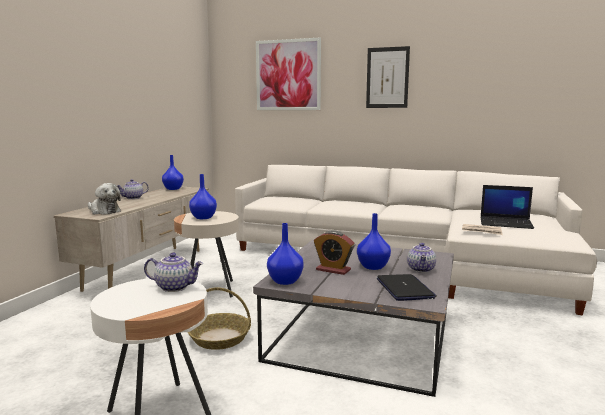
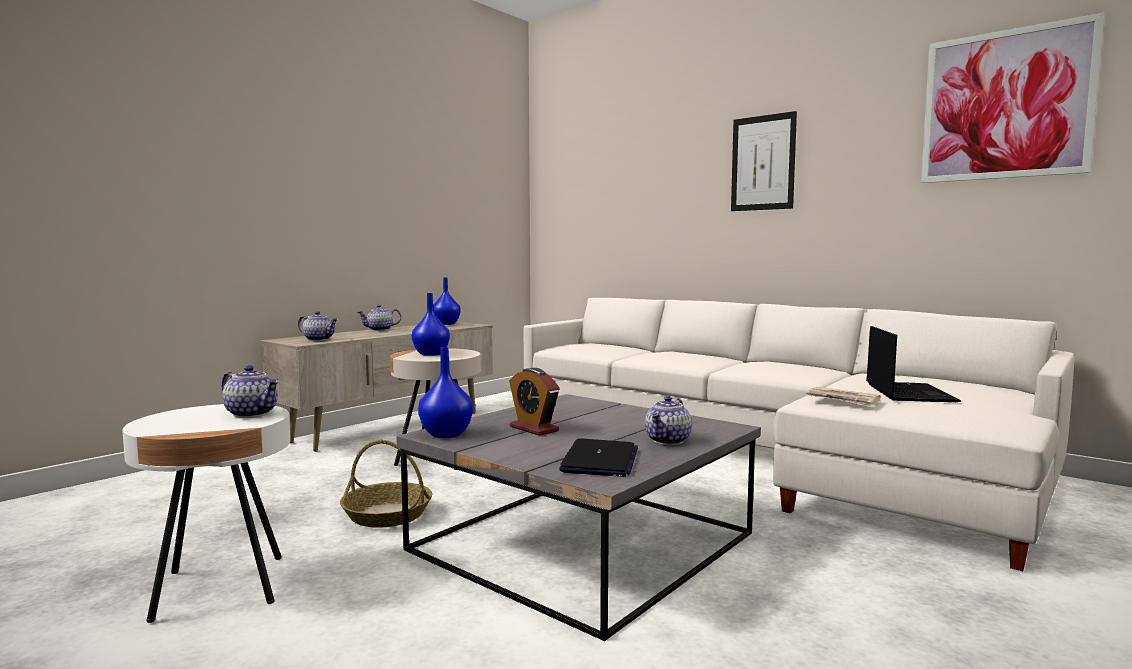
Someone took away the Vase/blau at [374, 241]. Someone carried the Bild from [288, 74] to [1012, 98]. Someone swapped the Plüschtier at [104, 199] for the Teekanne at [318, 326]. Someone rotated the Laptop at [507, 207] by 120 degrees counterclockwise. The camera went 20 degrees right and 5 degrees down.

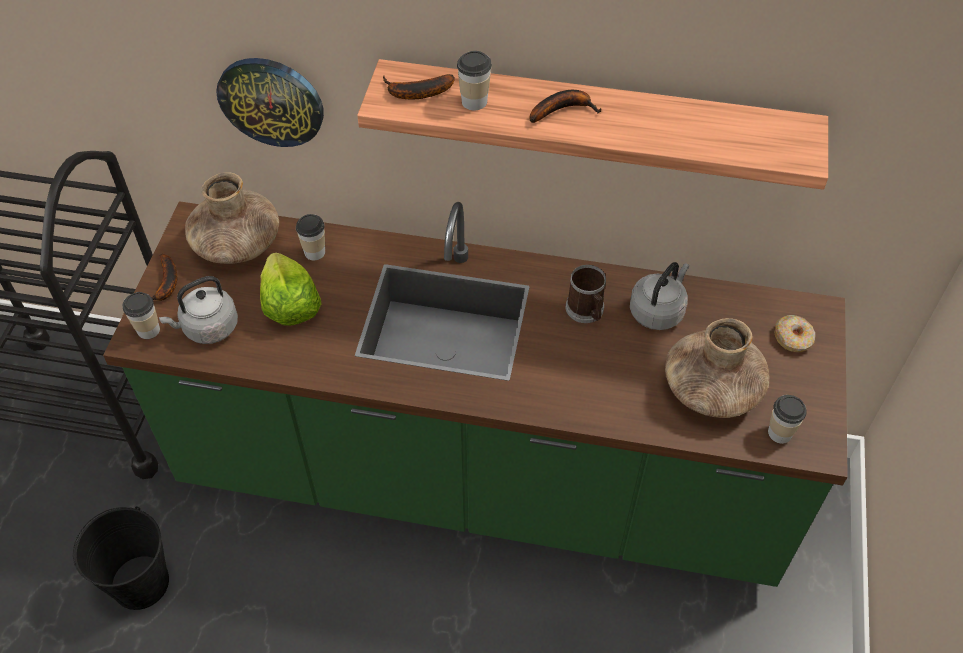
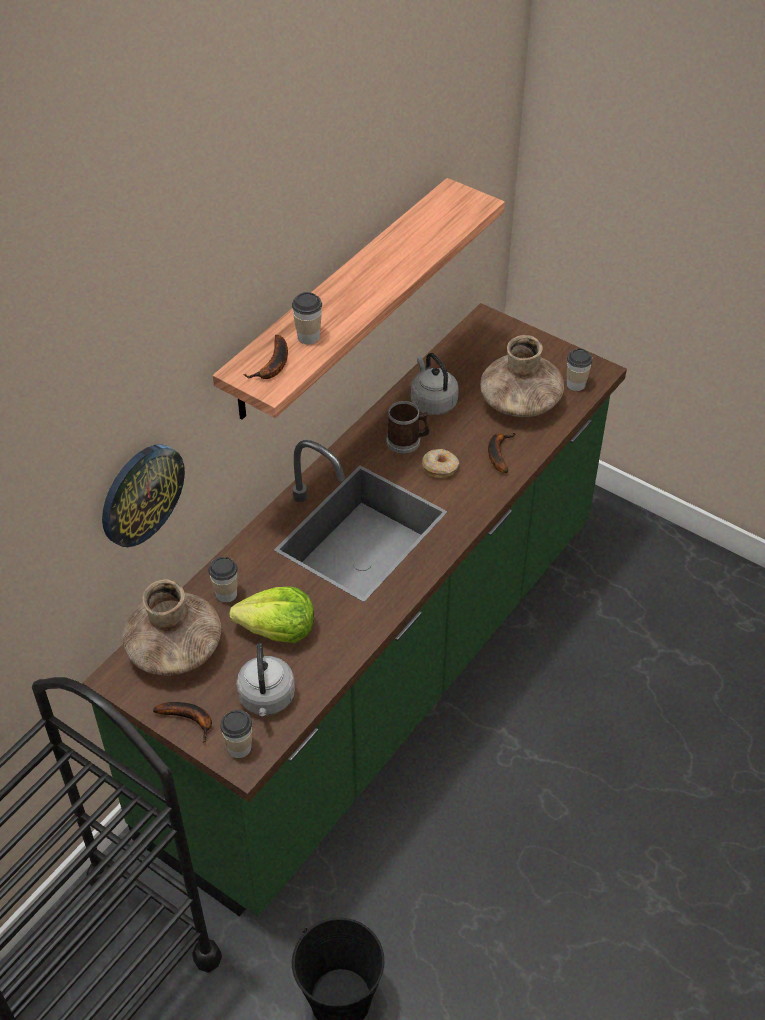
Someone carried the Banane from [565, 106] to [501, 453]. Someone carried the Donut from [794, 333] to [440, 463]. The camera went 65 degrees left and 5 degrees down.

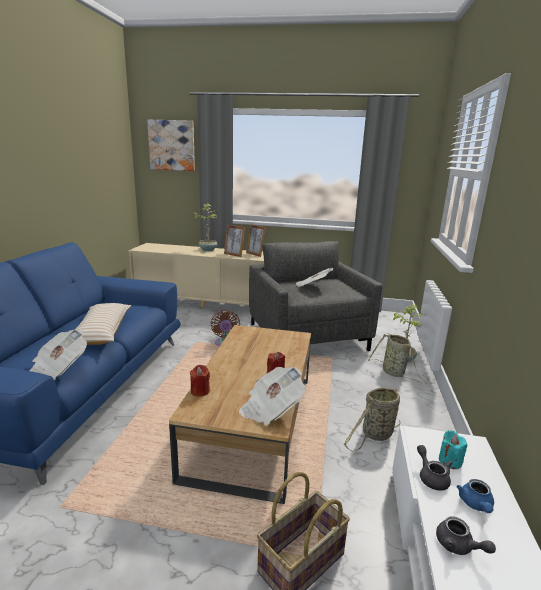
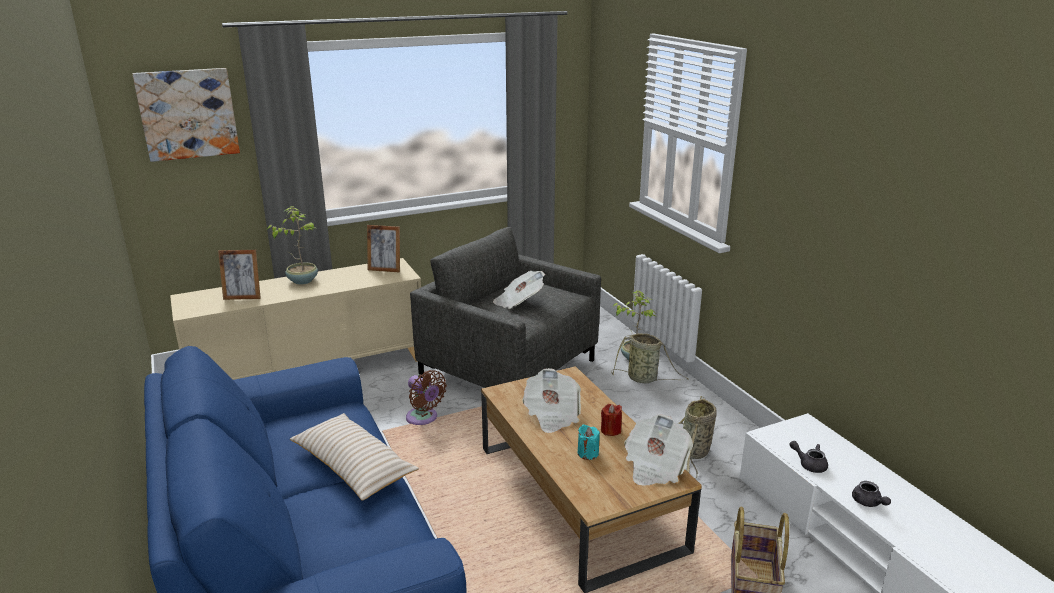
Someone took away the Kerze/rot at [200, 381]. Someone took away the Teekanne/blau at [475, 496]. Someone carried the Zeitung from [58, 354] to [551, 400]. Someone carried the Bilderrahmen from [234, 241] to [239, 275]. Someone carried the Kerze/türkis from [453, 449] to [589, 442]. Someone rotated the Teekanne/grau at [466, 536] by 60 degrees clockwise. The camera went 35 degrees left and 5 degrees up.

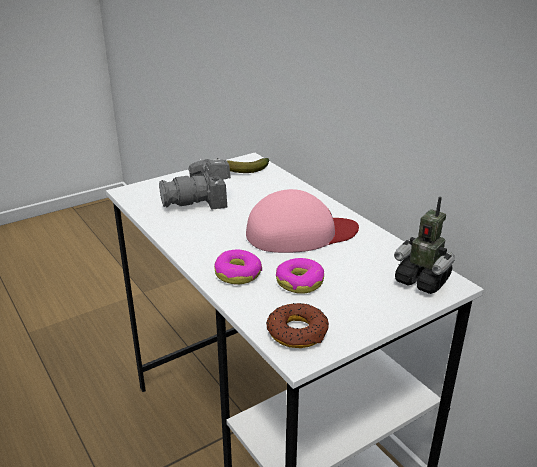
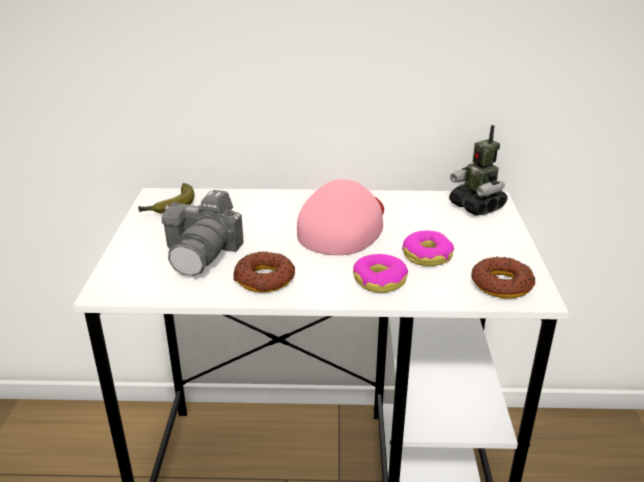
Someone put down the Donut at [264, 272]. Someone rotated the Spielzeugroboter at [424, 245] by 75 degrees clockwise. The camera went 55 degrees left and 0 degrees up.

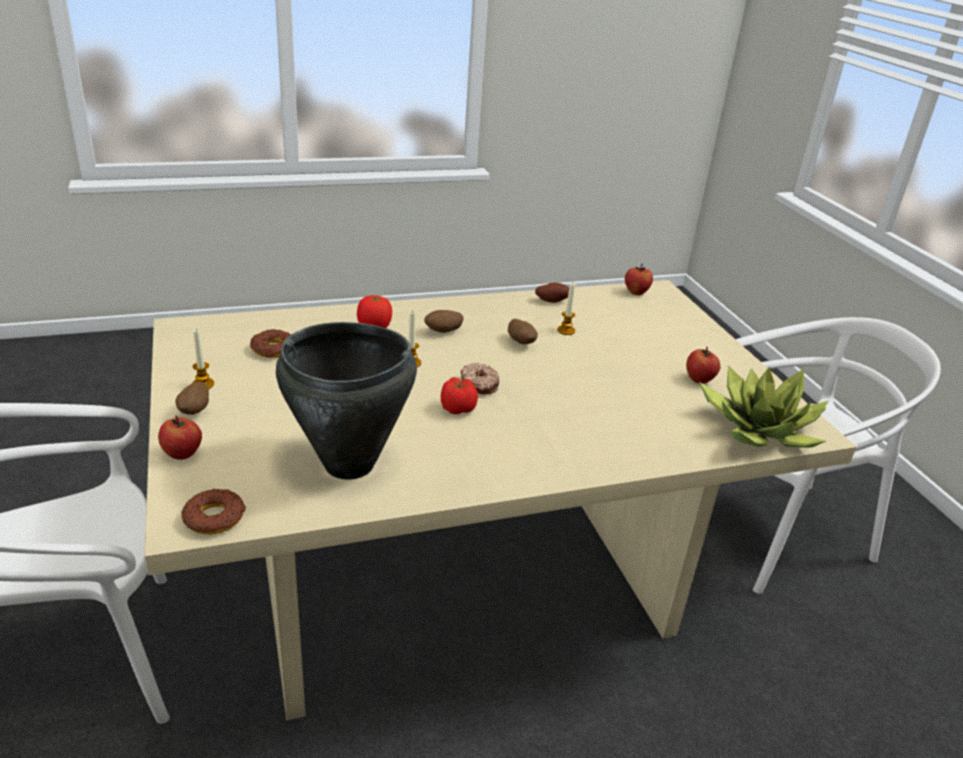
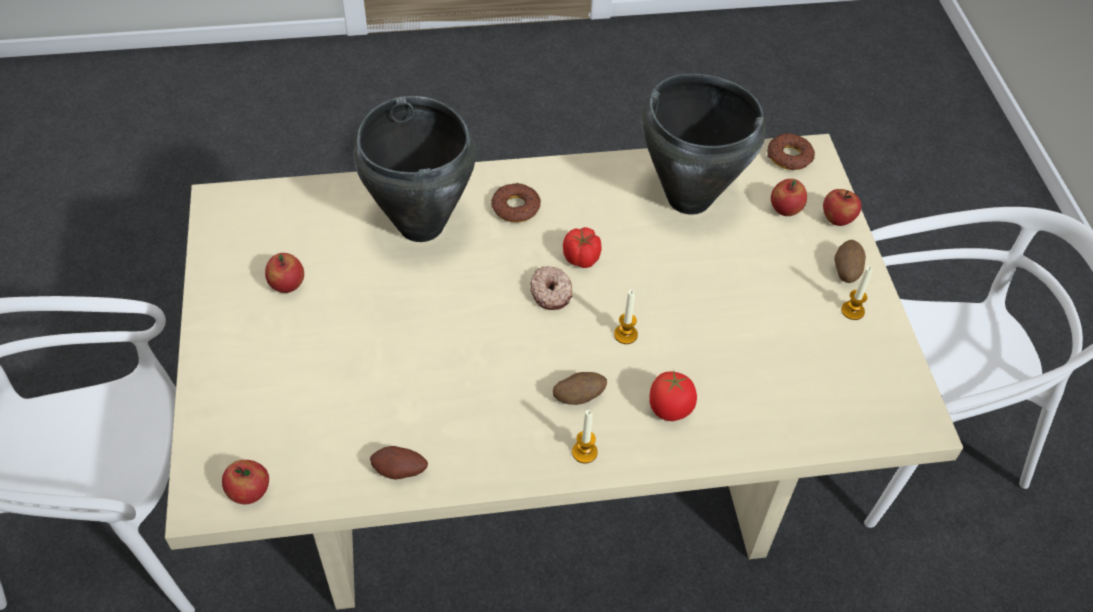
Someone took away the Kartoffel at [523, 331]. Someone took away the Topfpflanze at [764, 406]. Someone put down the Kochtopf/schwarz at [414, 169]. Someone put down the Apfel at [789, 197]. Someone carried the Donut from [270, 343] to [516, 202]. Someone carried the Kerze from [566, 309] to [585, 436]. The camera went 170 degrees left and 20 degrees up.

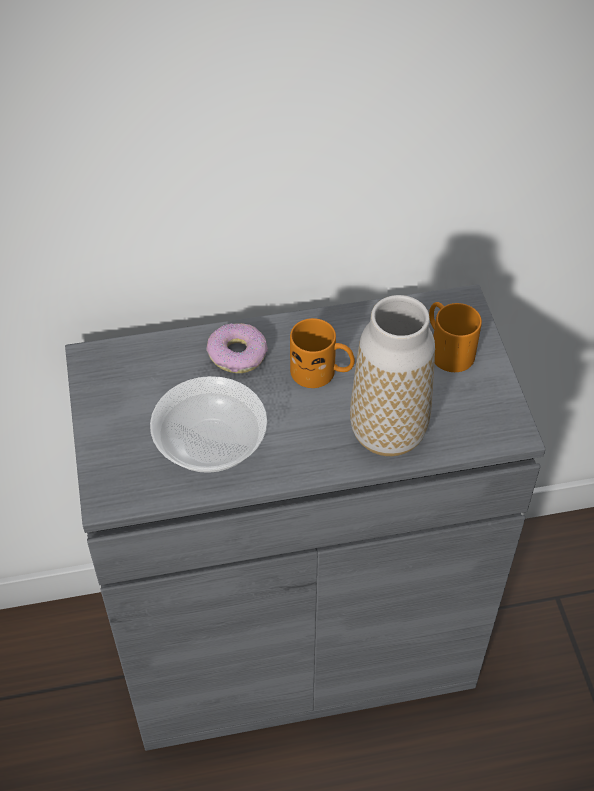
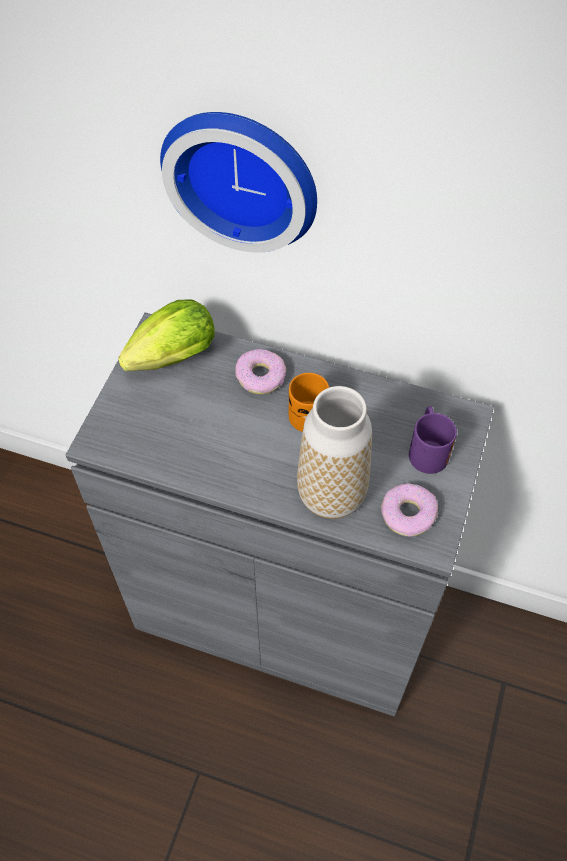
Someone took away the Schüssel at [208, 424]. Someone put down the Salatkopf at [166, 335]. Someone put up the Wanduhr at [238, 182]. Someone put down the Donut at [409, 510]. Someone repainted the Henkelbecher/orange at [455, 337], which became the Henkelbecher/lila at [433, 440]. The camera went 30 degrees right and 5 degrees up.

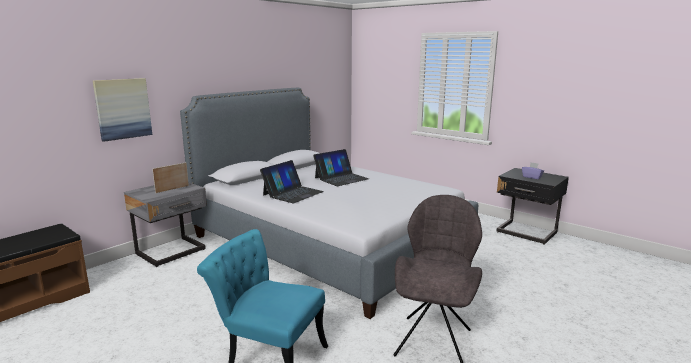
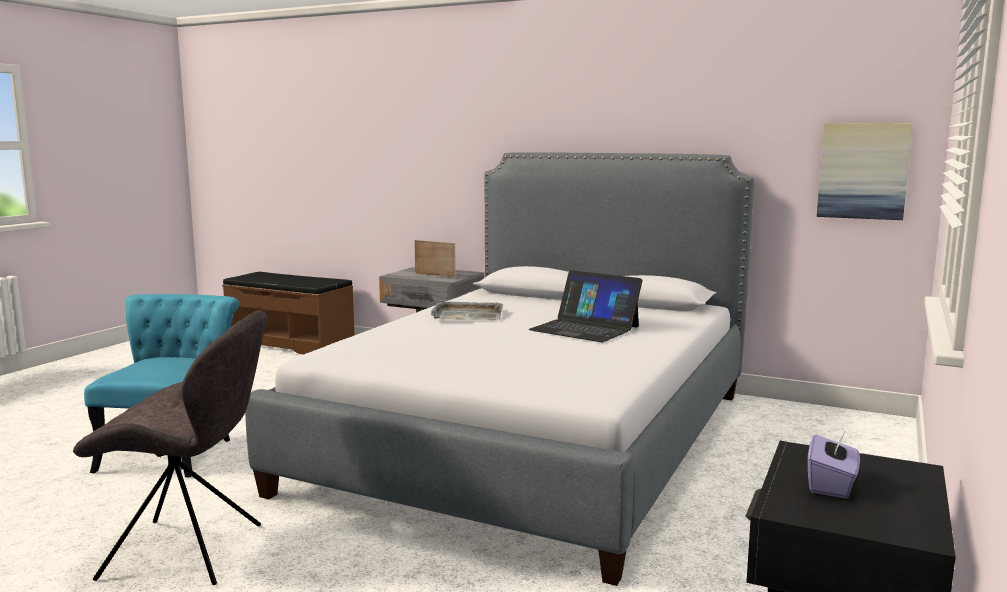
Someone carried the Bild from [122, 110] to [865, 171]. Someone swapped the Laptop at [292, 181] for the Tablett/grau at [467, 310]. The camera went 75 degrees right and 5 degrees down.

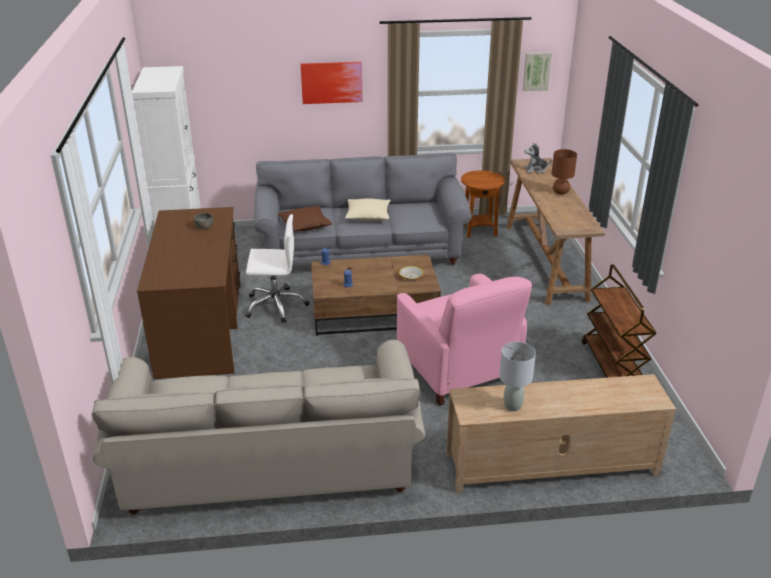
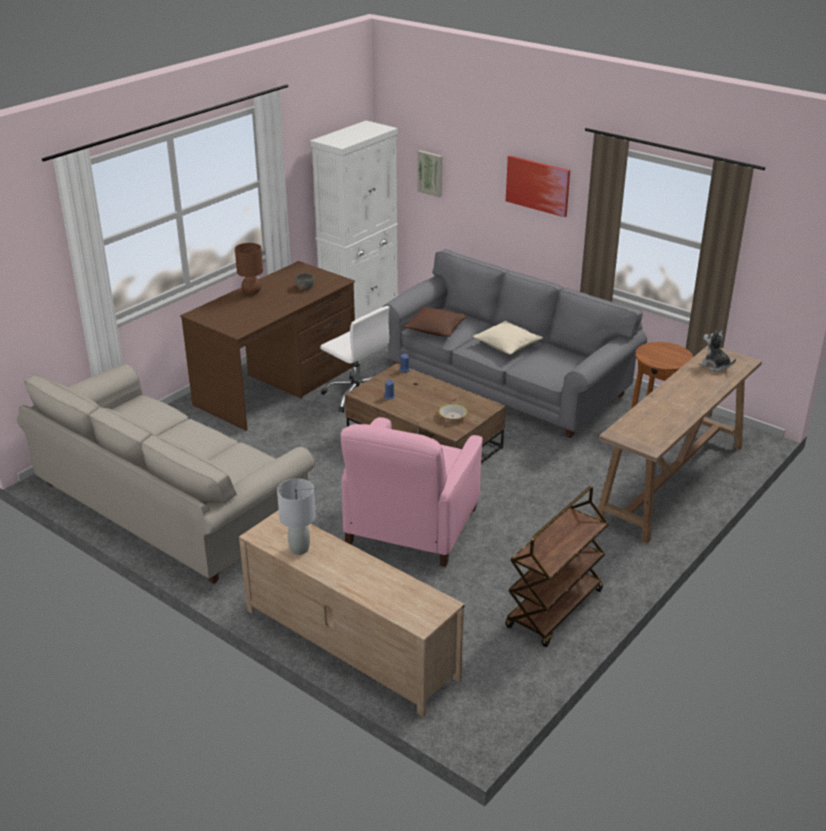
Someone carried the Bild from [537, 71] to [430, 174]. Someone carried the Tischlampe/braun from [564, 172] to [249, 269]. The camera went 45 degrees right and 0 degrees up.

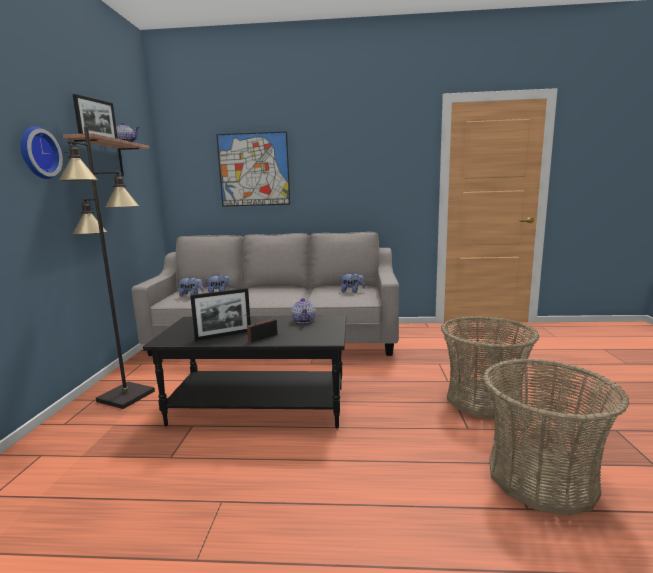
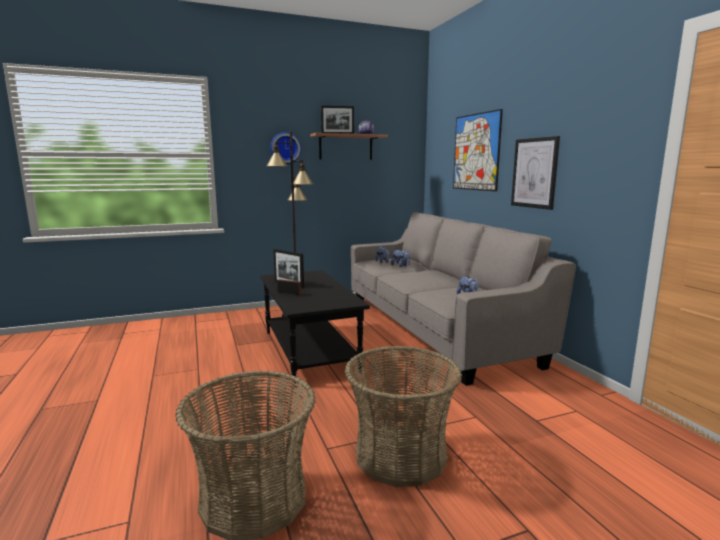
Someone took away the Teekanne at [303, 310]. Someone put up the Bild at [535, 173]. The camera went 65 degrees right and 0 degrees up.

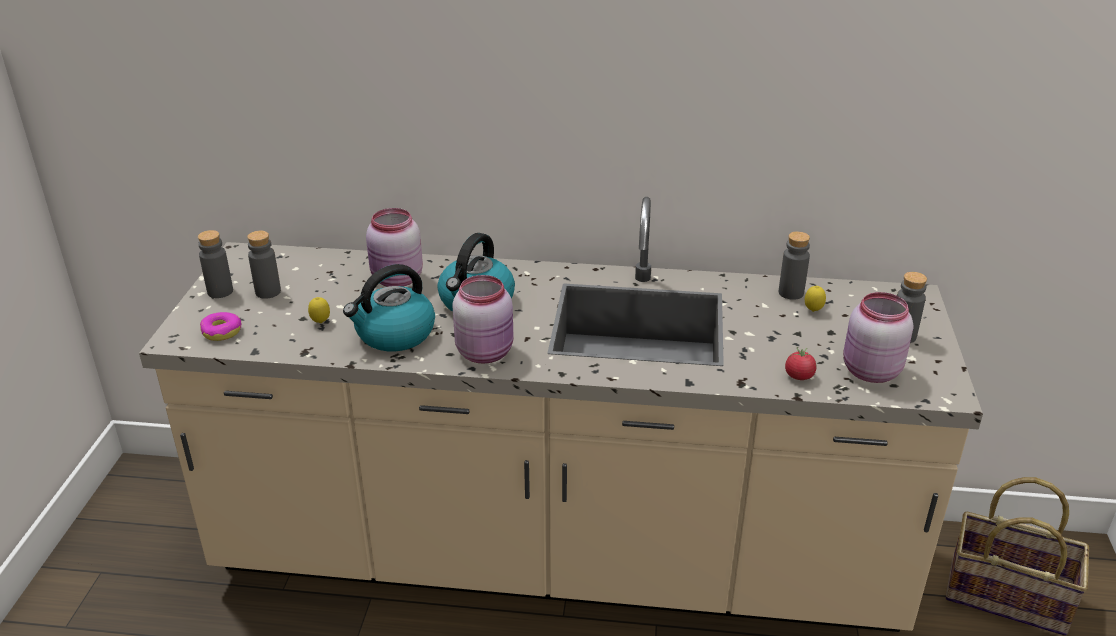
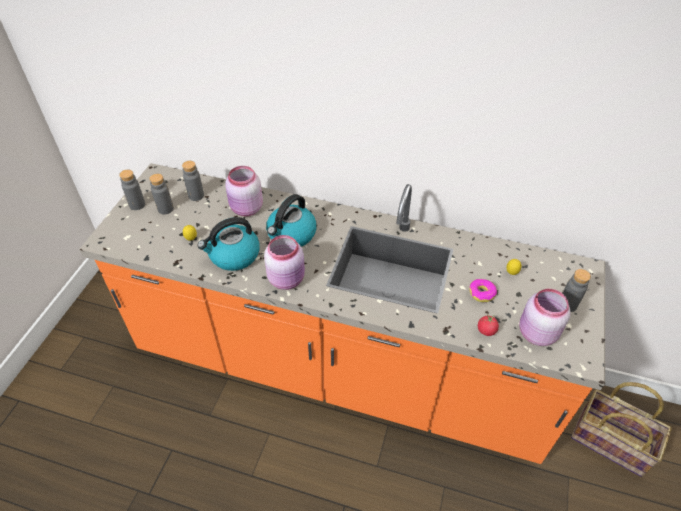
Someone carried the Donut from [220, 326] to [483, 290]. Someone carried the Flasche/grau from [794, 265] to [193, 181]. Someone repainted the Küchenzeile/beige at [561, 414], which became the Küchenzeile/orange at [342, 313]. The camera went 10 degrees right and 15 degrees up.

